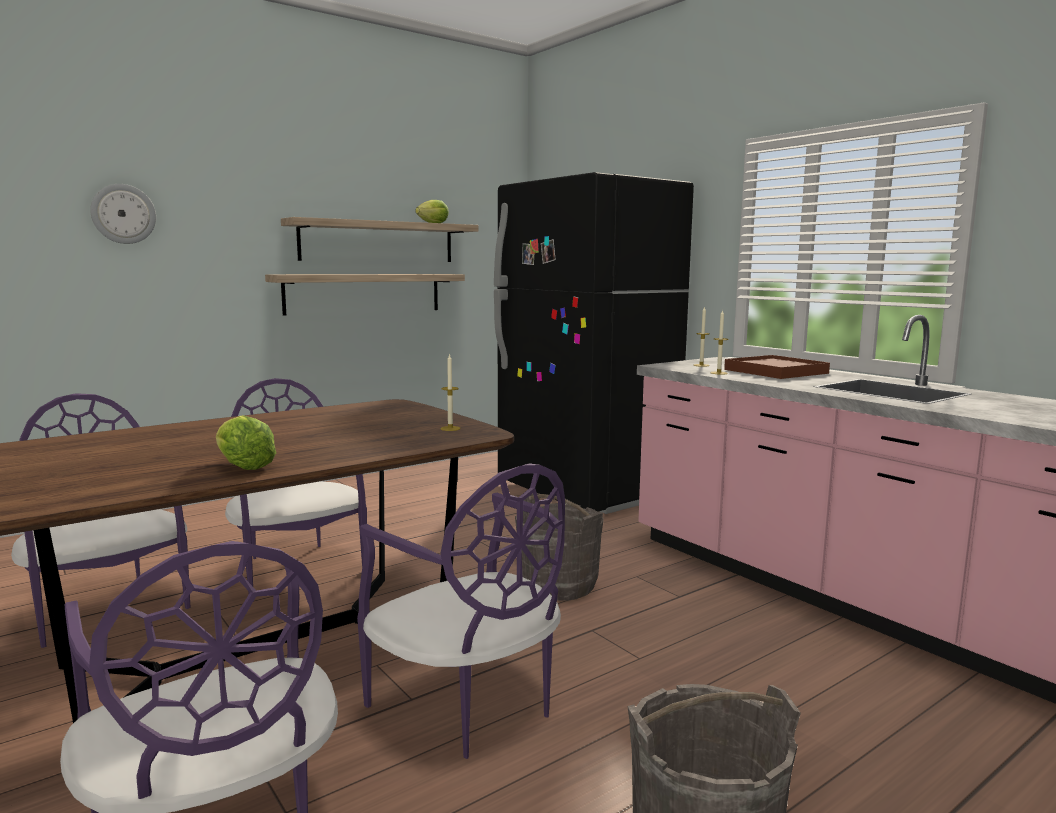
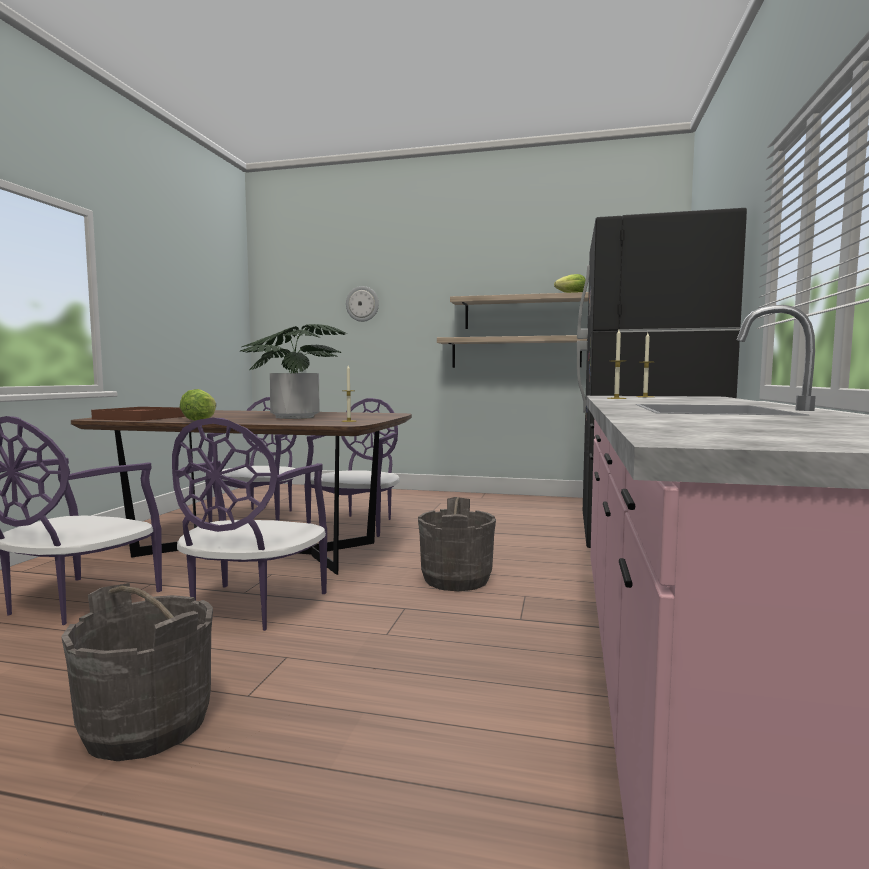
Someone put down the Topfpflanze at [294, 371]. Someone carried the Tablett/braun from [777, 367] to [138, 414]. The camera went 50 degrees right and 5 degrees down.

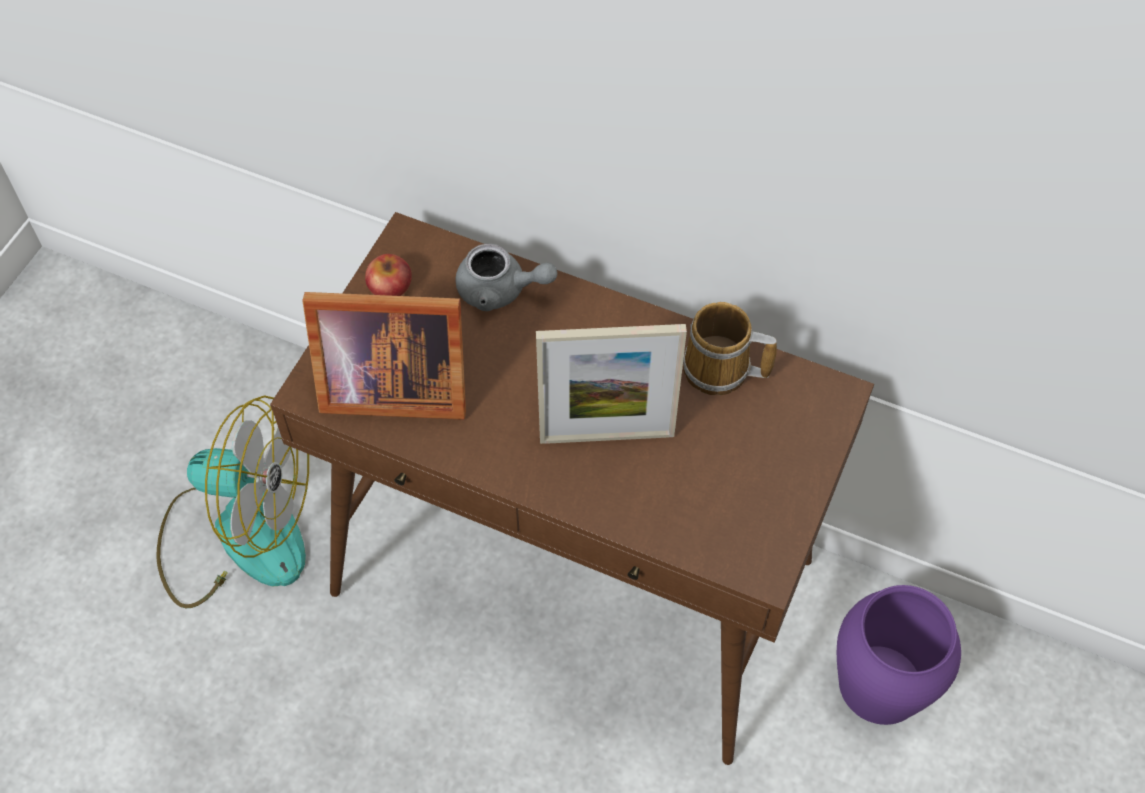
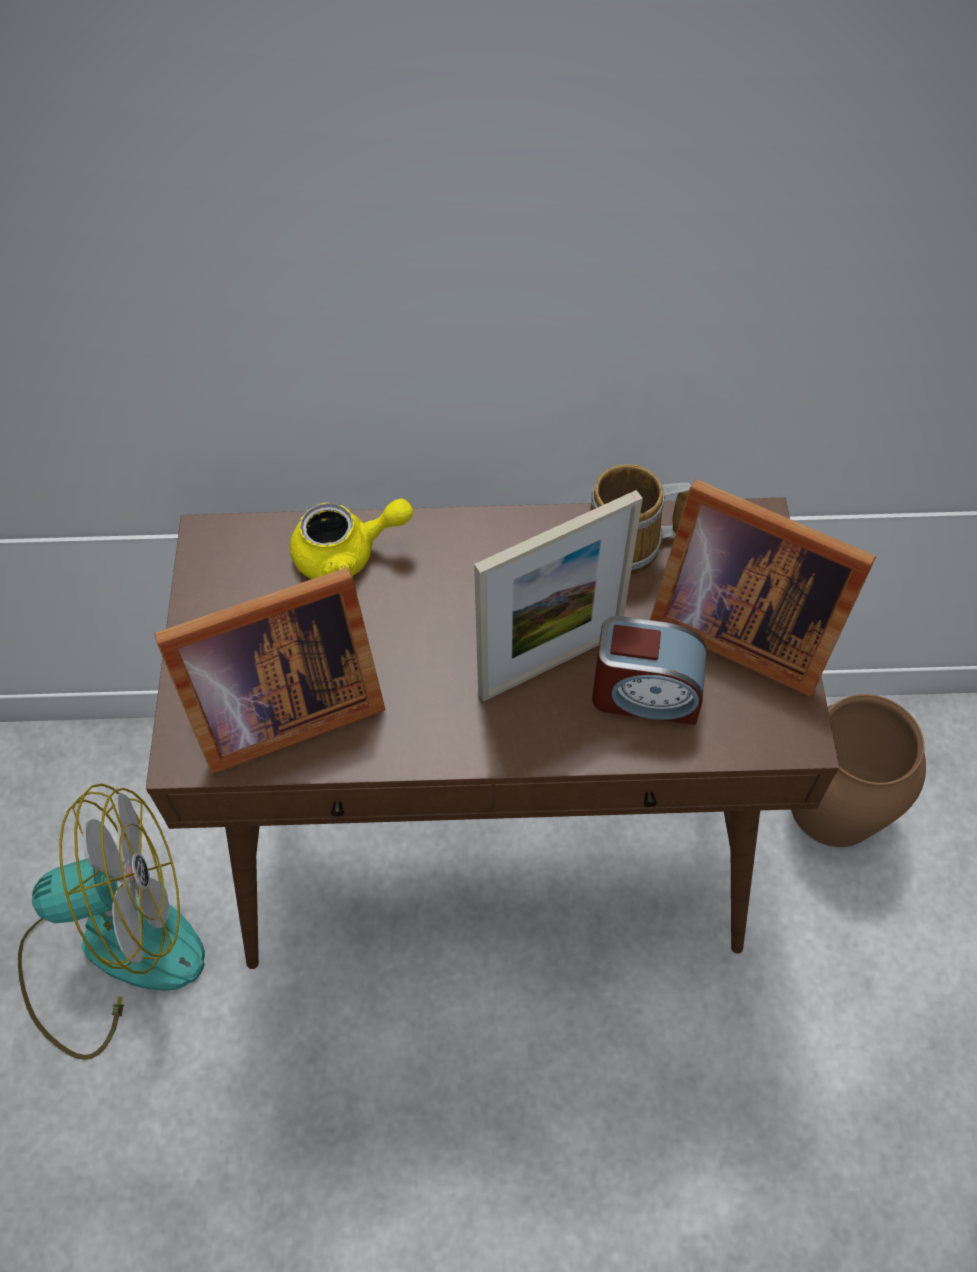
Someone took away the Apfel at [388, 275]. Someone put down the Wecker at [649, 670]. Someone put down the Bilderrahmen at [763, 588]. Someone repainted the Teekanne/grau at [506, 277], which became the Teekanne/gelb at [351, 539]. Someone repainted the Vase/lila at [899, 655], which became the Vase/braun at [858, 770]. The camera went 25 degrees left and 0 degrees up.

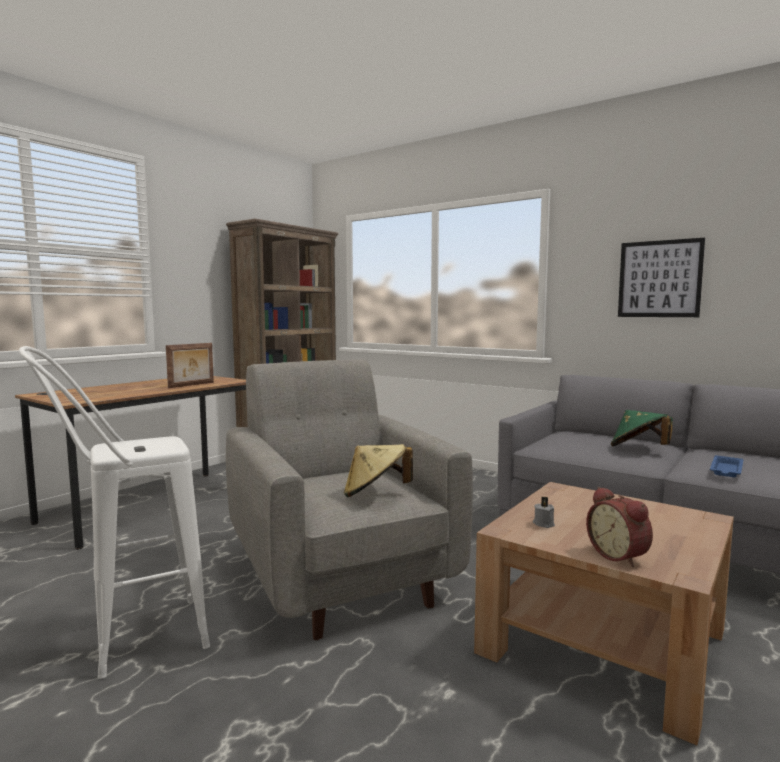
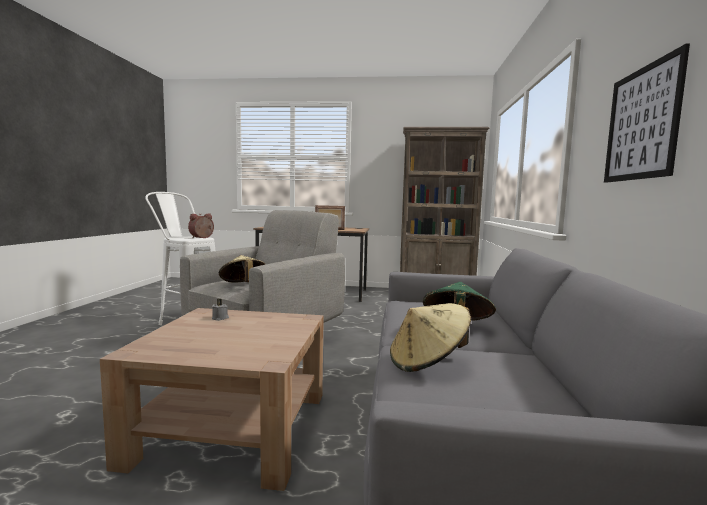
Someone carried the Wecker from [619, 527] to [201, 226]. Someone swapped the Tablett/blau at [726, 466] for the Hut/beige at [430, 337]. The camera went 60 degrees right and 0 degrees up.

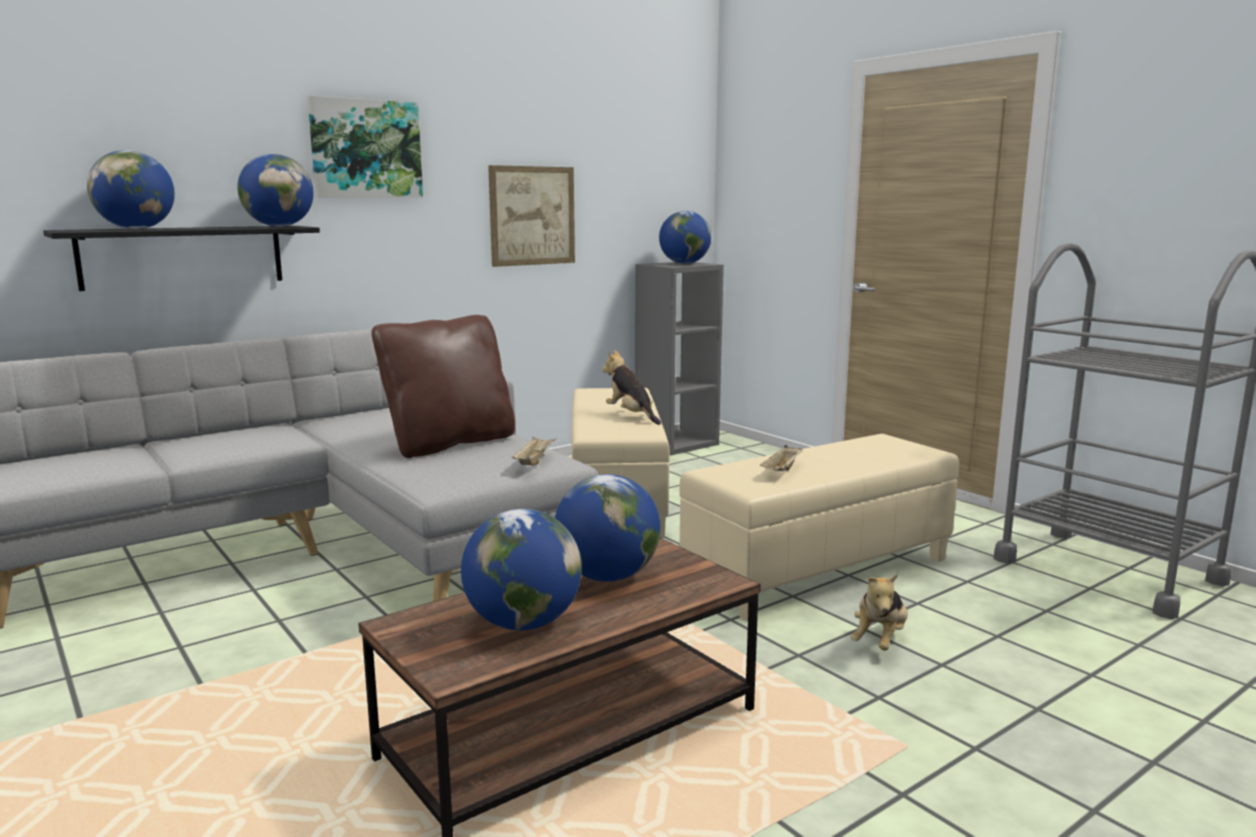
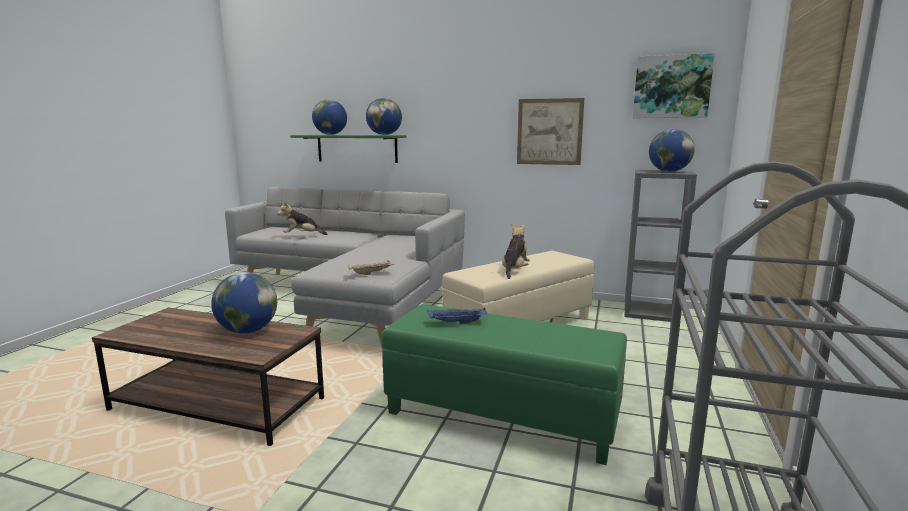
Someone took away the Kissen/braun at [443, 386]. Someone took away the Globus at [521, 569]. Someone carried the Bild from [365, 147] to [674, 85]. Someone carried the Plüschtier from [879, 611] to [302, 218]. Someone repainted the Wandregal/schwarz at [181, 258], which became the Wandregal/grün at [348, 149]. Someone repainted the Polsterhocker/beige at [819, 528], which became the Polsterhocker/grün at [504, 384]. Someone repainted the Tablett/beige at [781, 458], which became the Tablett/blau at [457, 316]. The camera went 55 degrees right and 0 degrees up.

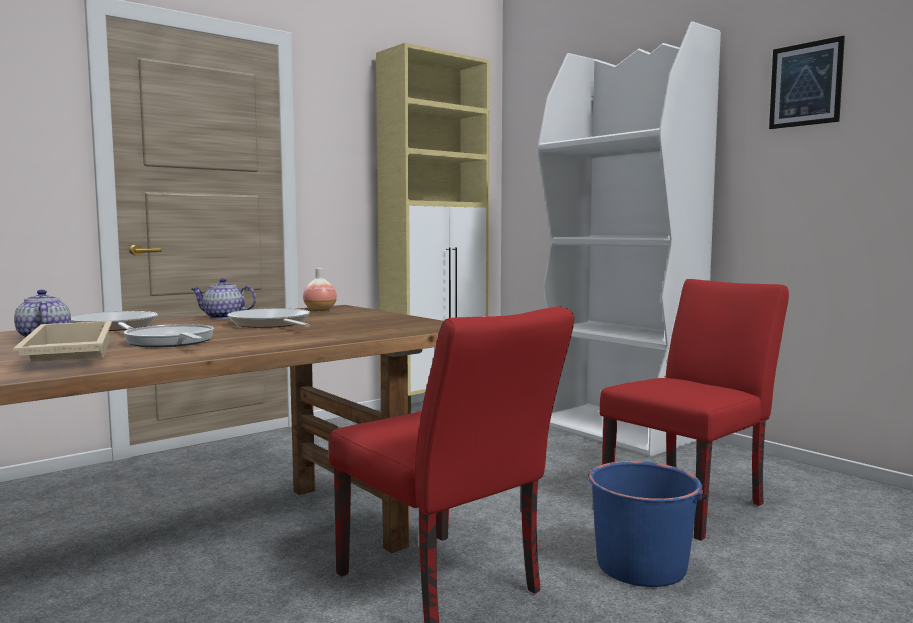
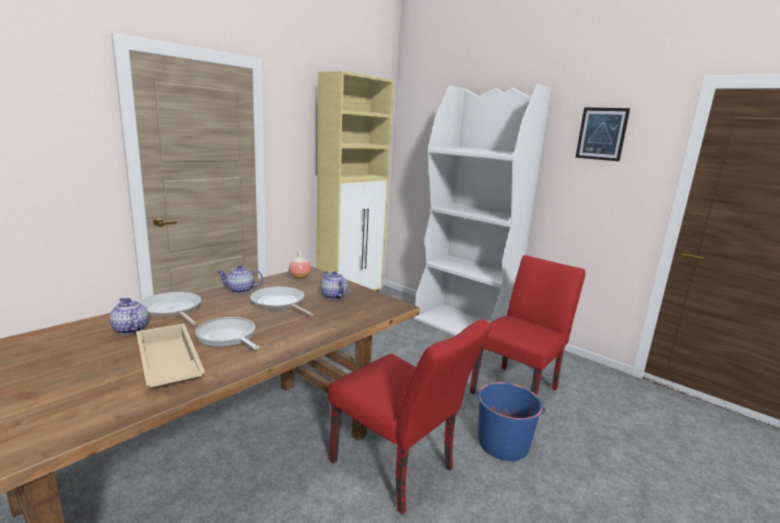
Someone put down the Teekanne at [334, 285]. The camera went 10 degrees left and 10 degrees up.

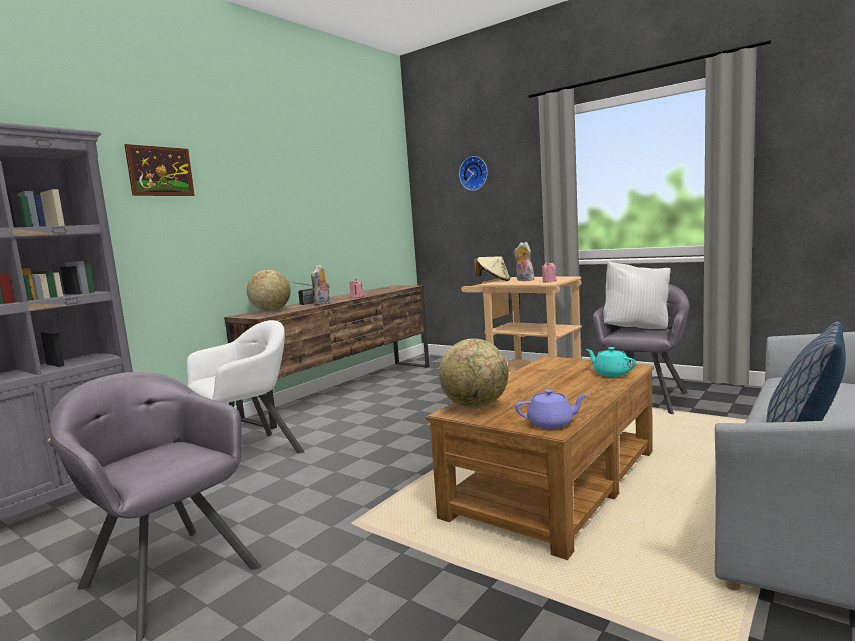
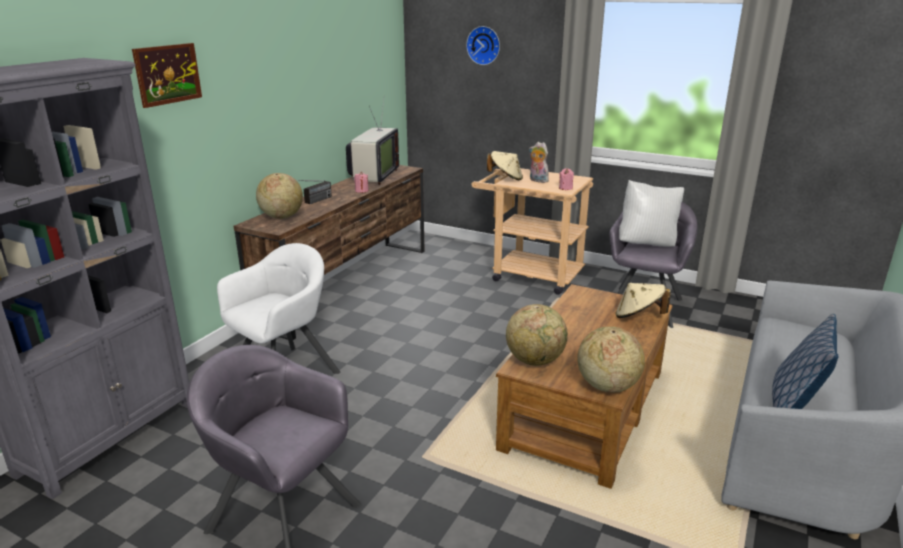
Someone took away the Plüschtier at [320, 284]. Someone put down the Fernseher at [372, 140]. Someone swapped the Teekanne/lila at [551, 409] for the Globus at [611, 360]. Someone swapped the Teekanne/türkis at [611, 362] for the Hut/beige at [643, 300]. The camera went 10 degrees left and 15 degrees up.

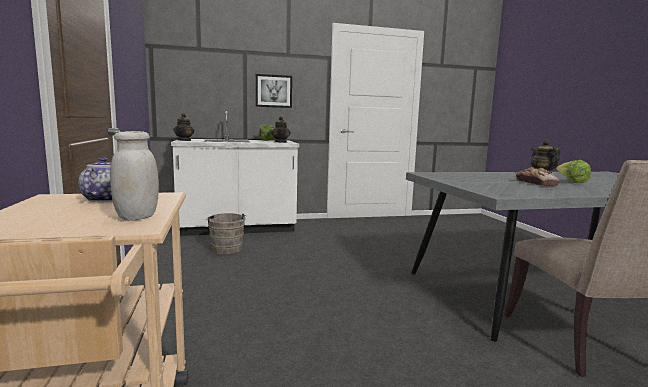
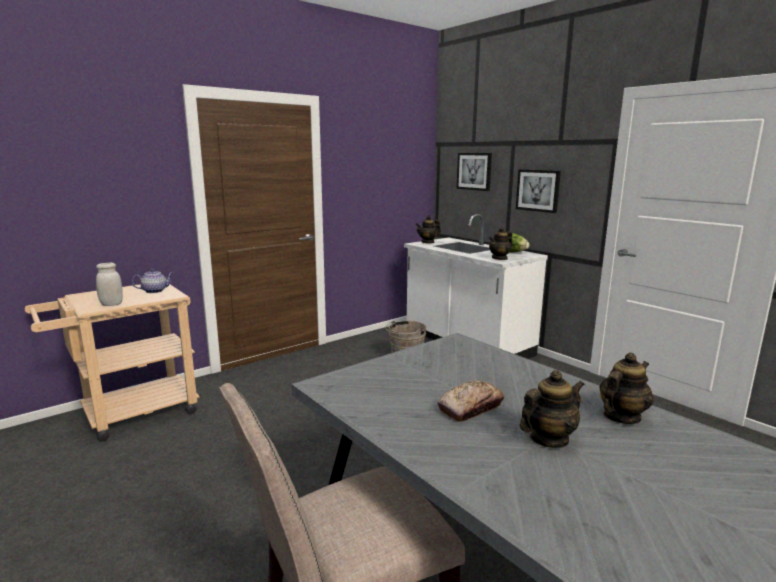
Someone put up the Bild at [474, 172]. Someone swapped the Salatkopf at [573, 171] for the Teekanne at [552, 409]. The camera went 65 degrees right and 5 degrees up.

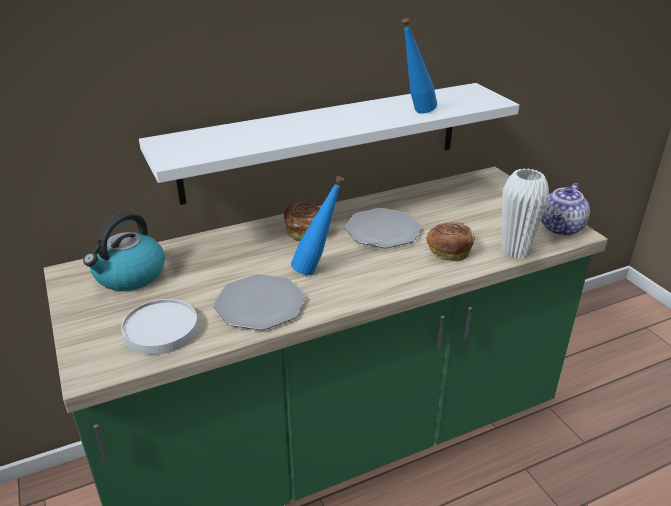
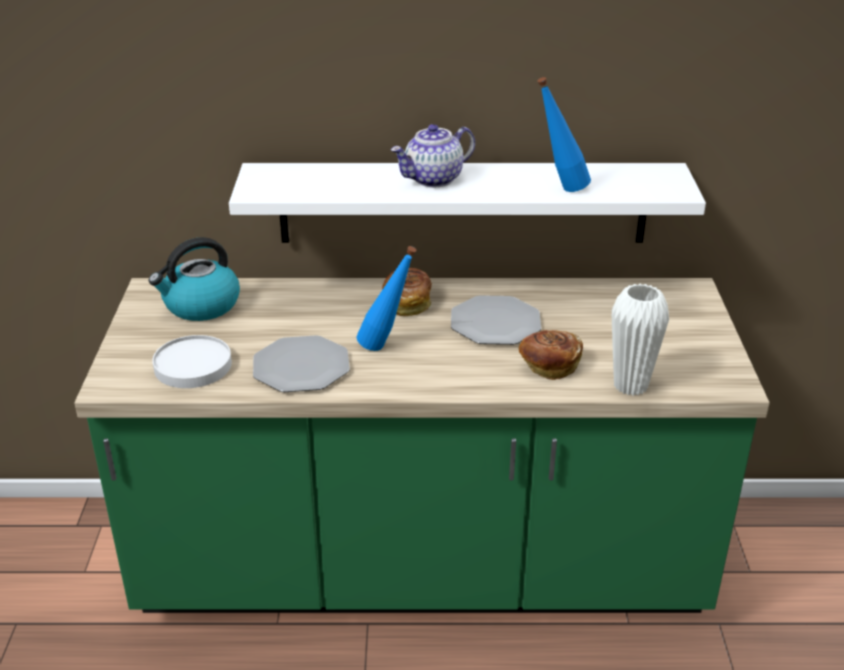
Someone carried the Teekanne from [565, 209] to [433, 155]. The camera went 25 degrees right and 0 degrees up.

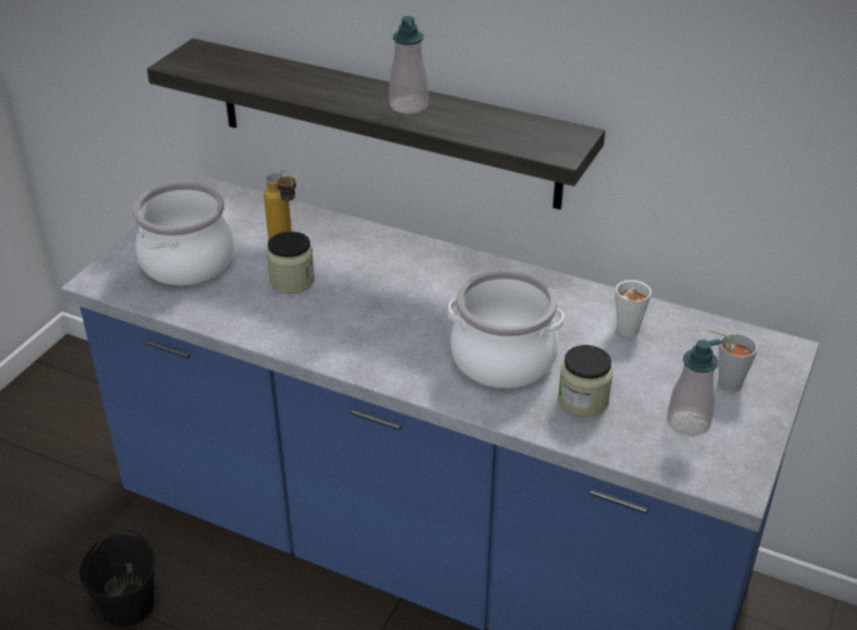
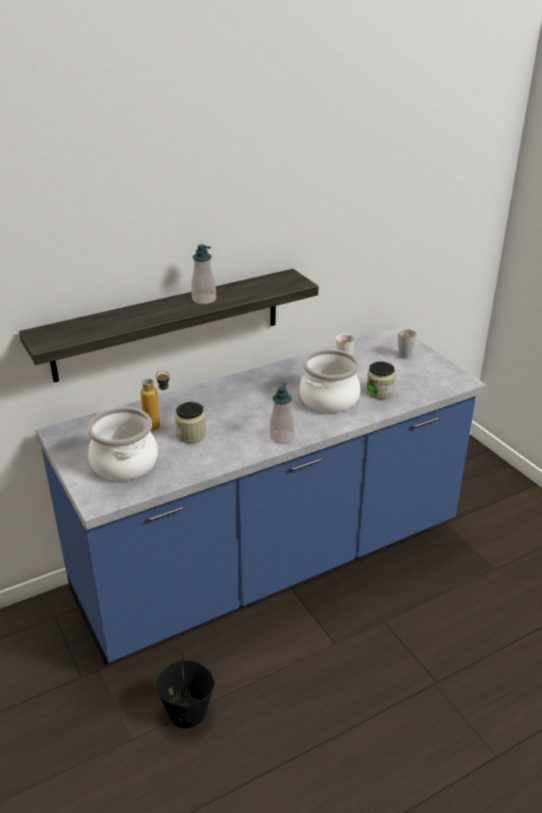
Someone carried the Seifenspender from [694, 387] to [281, 413]. The camera went 55 degrees left and 5 degrees down.

